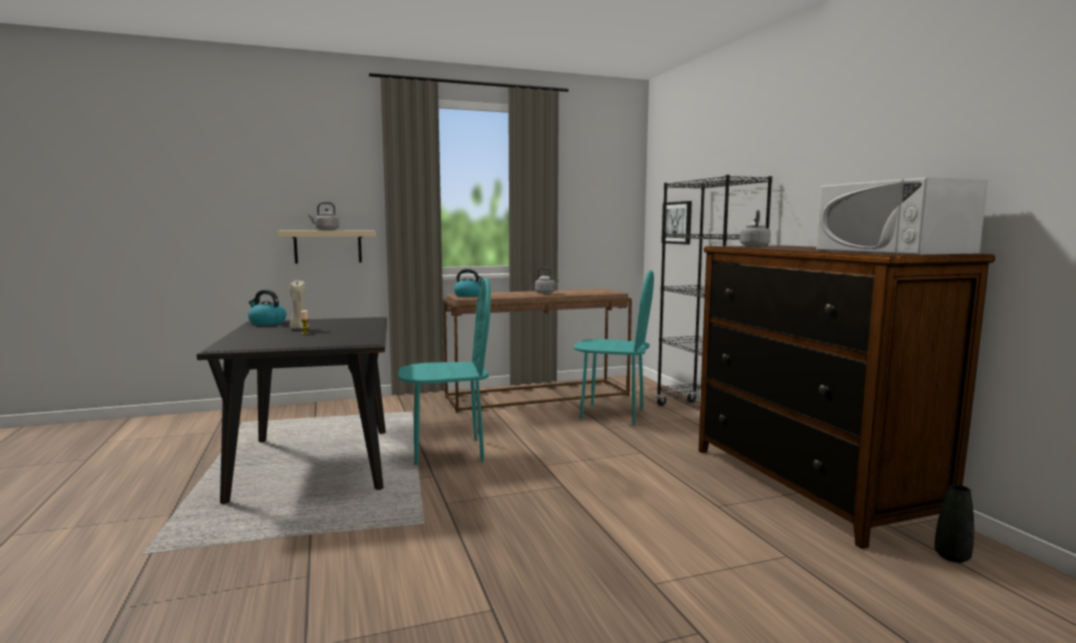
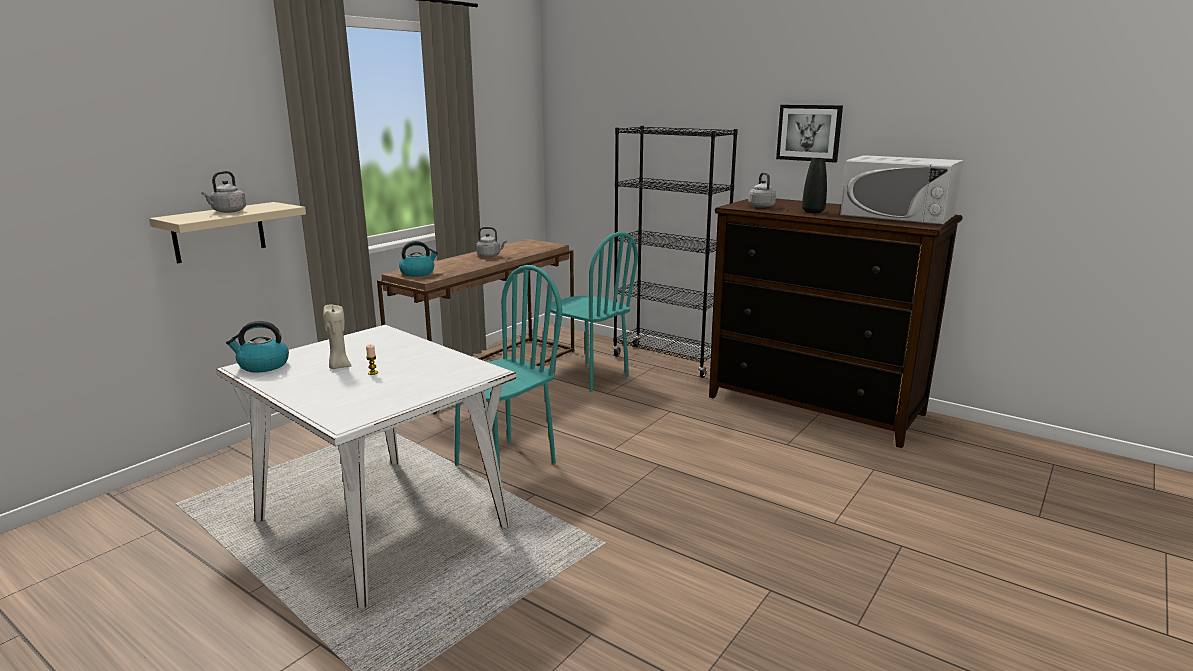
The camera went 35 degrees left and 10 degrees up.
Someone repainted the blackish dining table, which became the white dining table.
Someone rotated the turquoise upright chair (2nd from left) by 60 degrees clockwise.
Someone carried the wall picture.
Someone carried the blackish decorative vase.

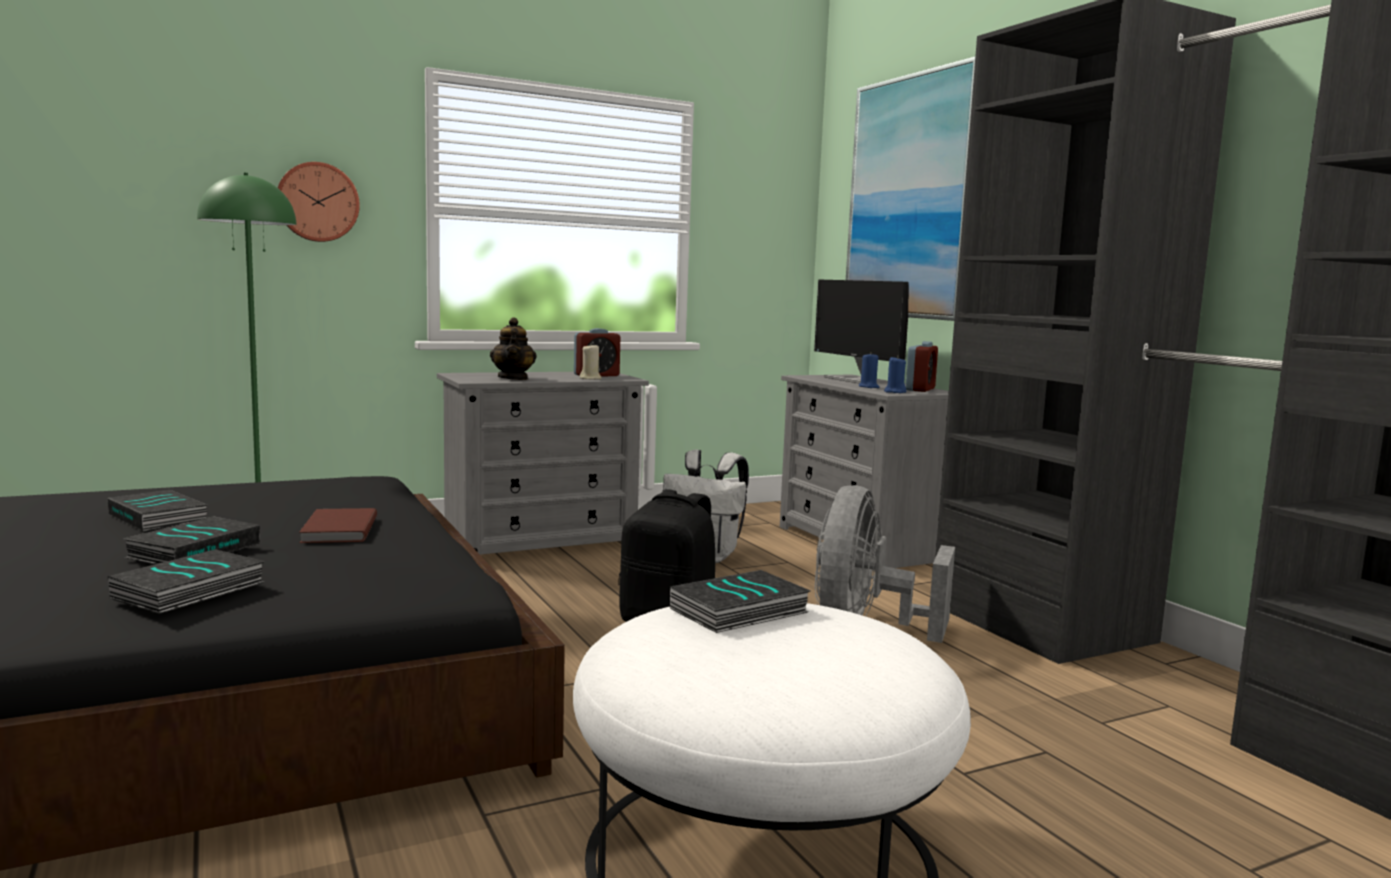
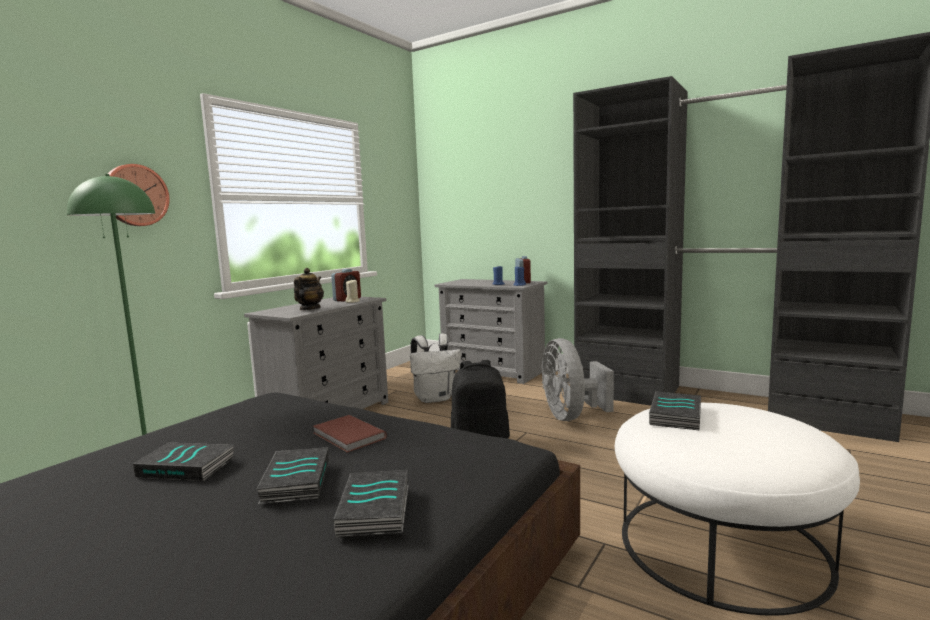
The camera went 30 degrees left and 0 degrees up.
Someone rotated the pot for tea by 120 degrees counterclockwise.
Someone took away the computer screen.
Someone took away the wall picture.

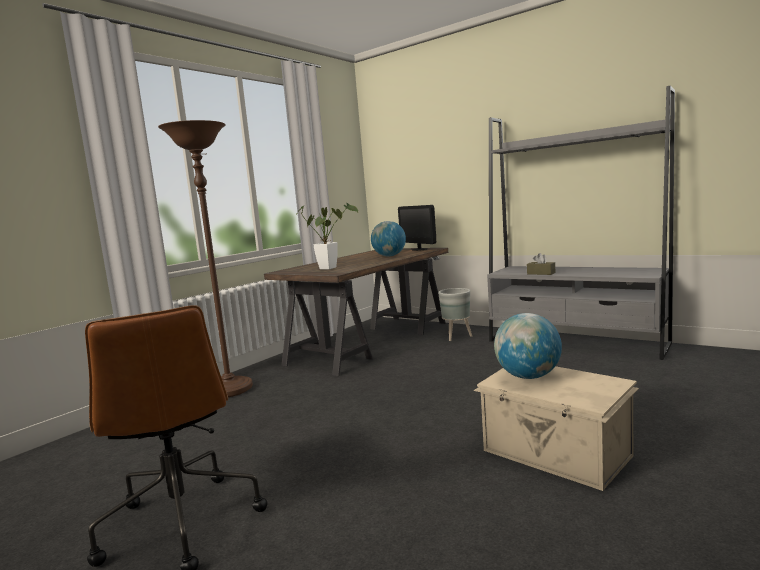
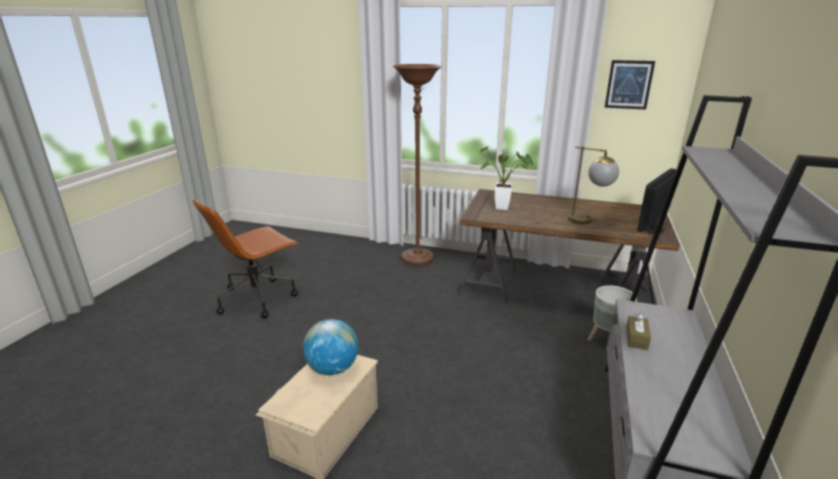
The camera went 70 degrees right and 15 degrees up.
Someone swapped the globe (1st from left) for the table lamp.
Someone put up the wall picture.

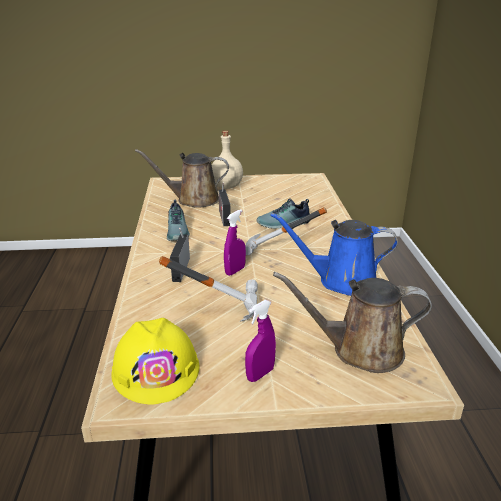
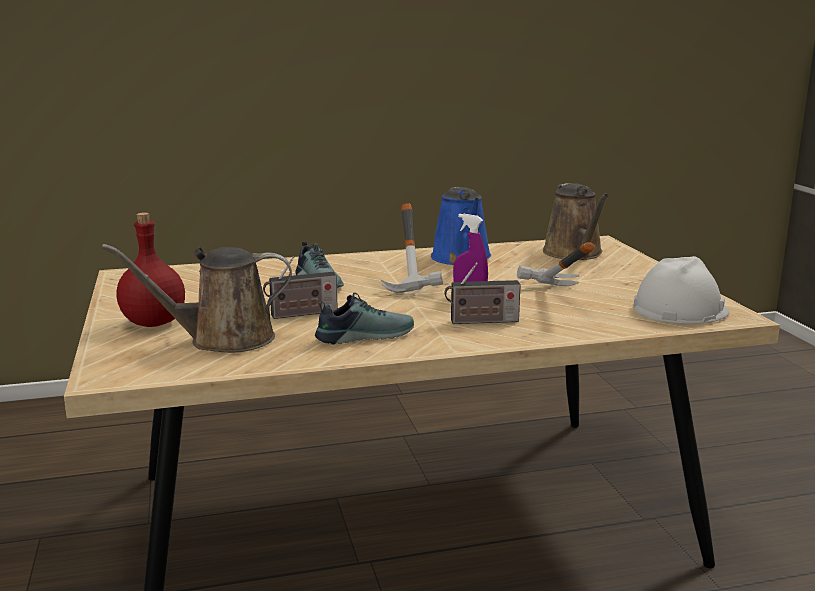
The camera went 100 degrees left and 10 degrees down.
Someone rotated the brown-coloured watering can (1st from left) by 90 degrees clockwise.
Someone repainted the beige drink bottle, which became the red drink bottle.
Someone repainted the yellow-coloured work helmet, which became the white work helmet.
Someone took away the purple-coloured sprayer (2nd from left).

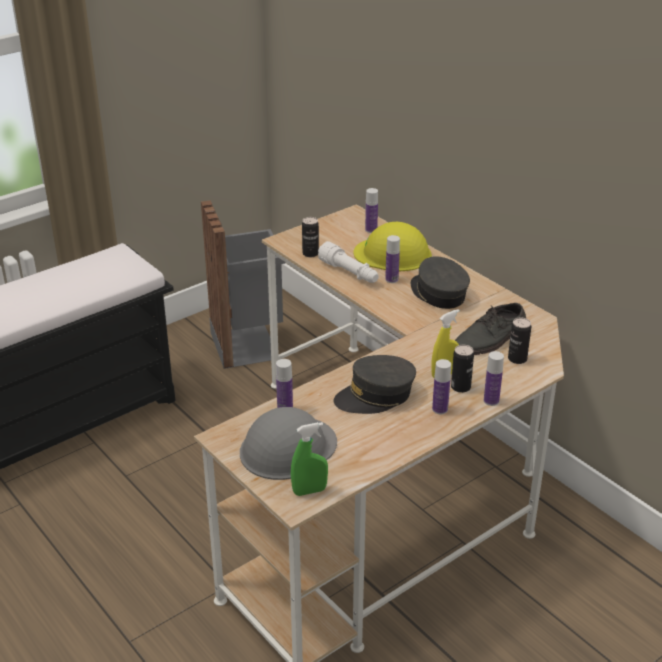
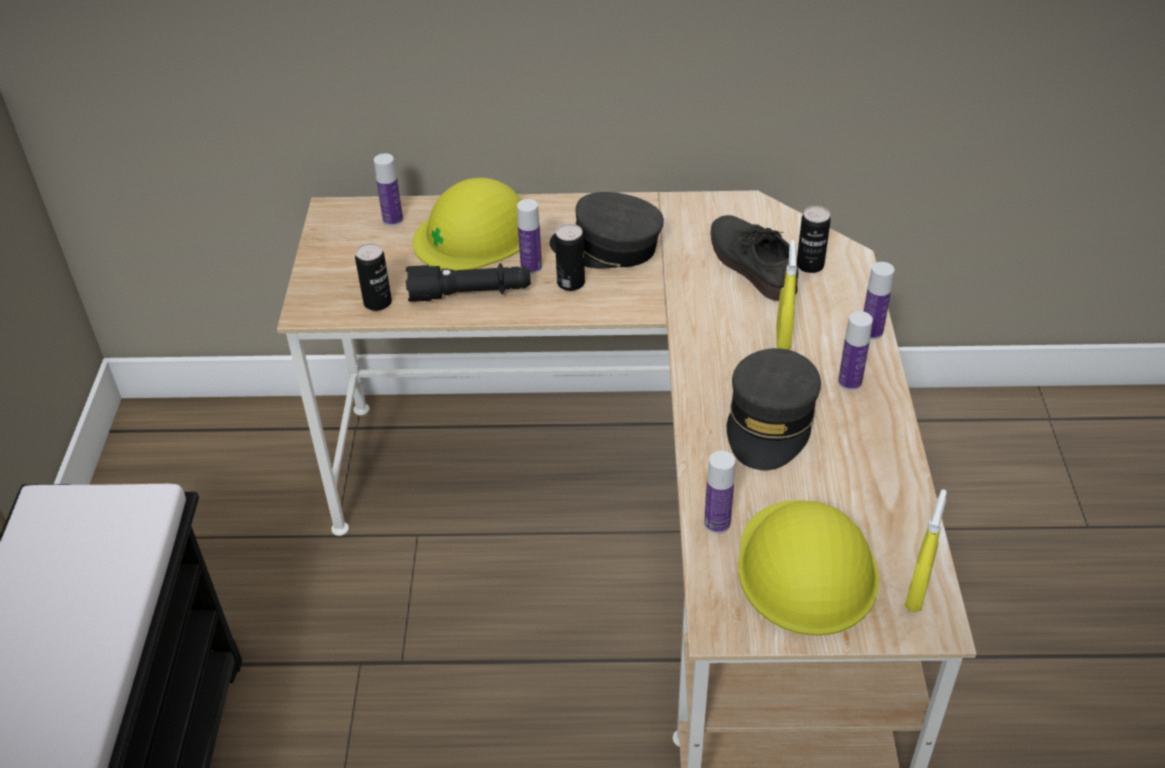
The camera went 50 degrees left and 10 degrees up.
Someone repainted the white hand torch, which became the blackish hand torch.
Someone carried the metal can (2nd from left).
Someone rotated the greyish item of footwear by 150 degrees clockwise.
Someone repainted the greyish work helmet, which became the yellow-coloured work helmet (2nd from left).
Someone repainted the green sprayer, which became the yellow-coloured sprayer (2nd from left).
Someone took away the greyish trash can.

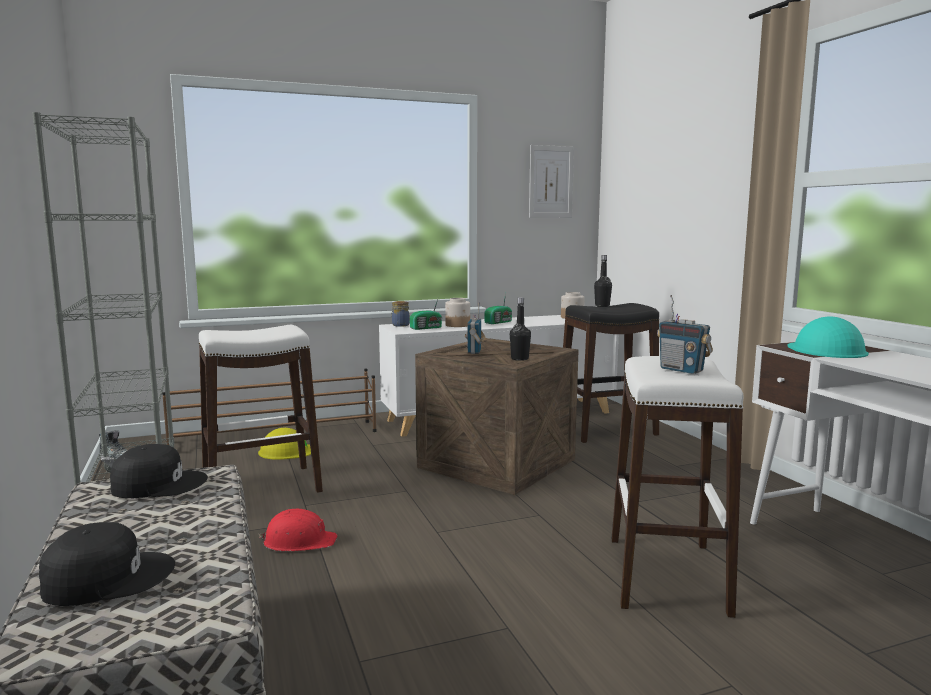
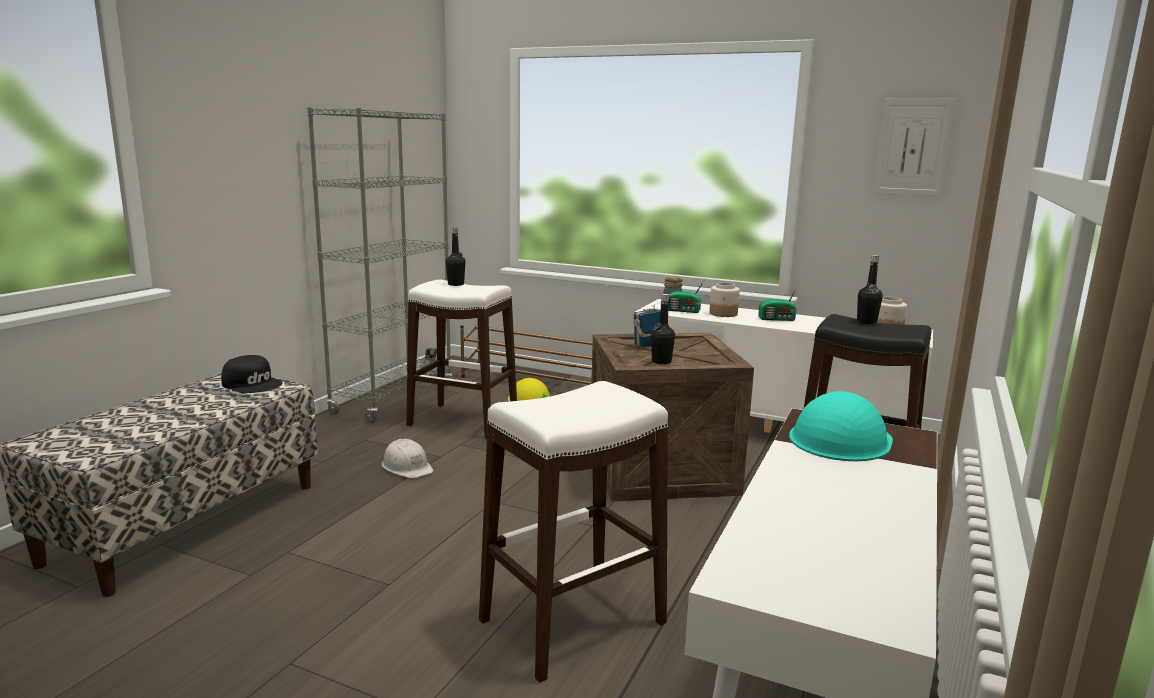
The camera went 45 degrees right and 5 degrees up.
Someone repainted the red work helmet, which became the white work helmet.
Someone put down the blackish drink bottle (1st from left).
Someone took away the blackish cap (1st from left).
Someone took away the radio receiver (4th from left).

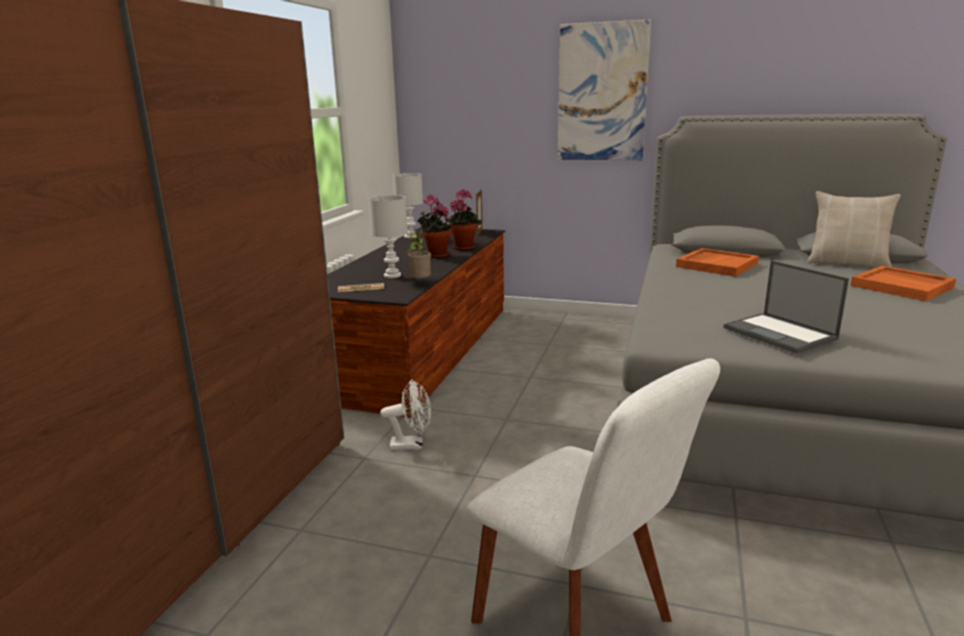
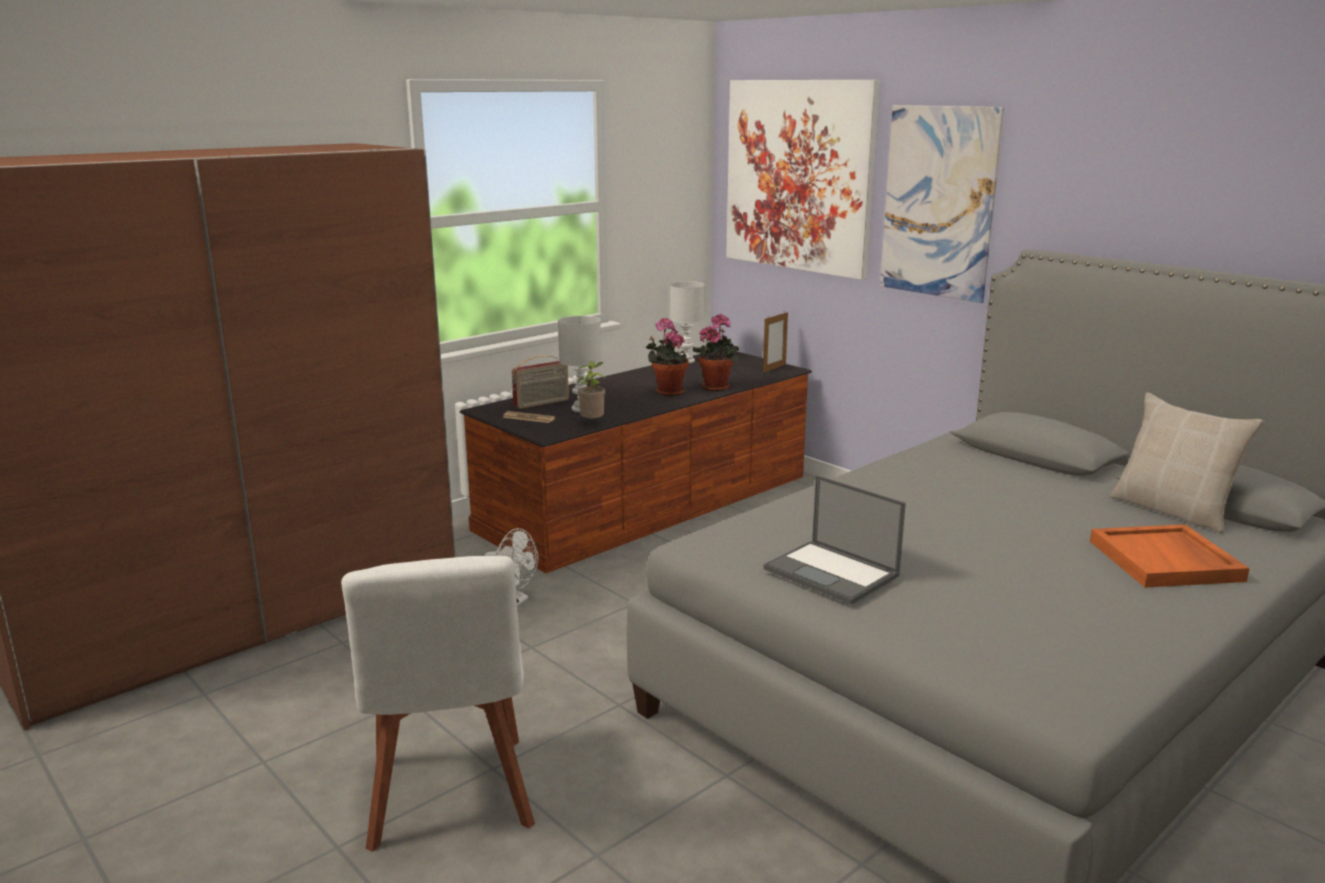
The camera went 30 degrees right and 0 degrees up.
Someone put down the radio receiver.
Someone put up the wall picture (1st from left).
Someone rotated the notebook computer by 45 degrees counterclockwise.
Someone took away the orange serving tray (1st from left).

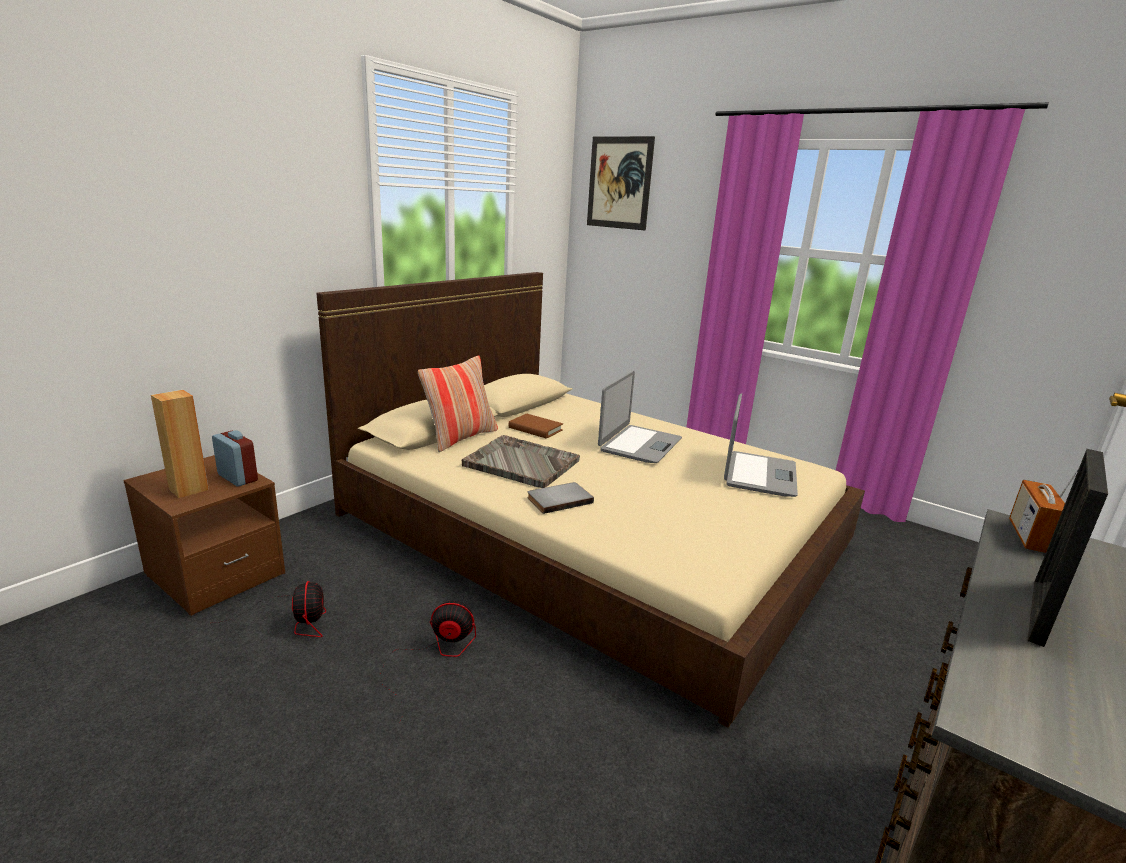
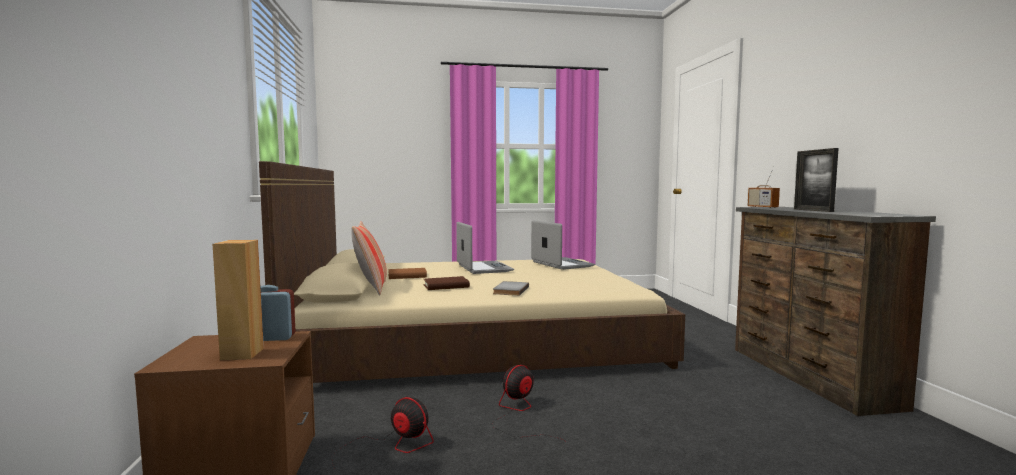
The camera went 45 degrees left and 15 degrees down.
Someone swapped the greyish serving tray for the brown-coloured volume (2nd from left).
Someone took away the wall picture.

